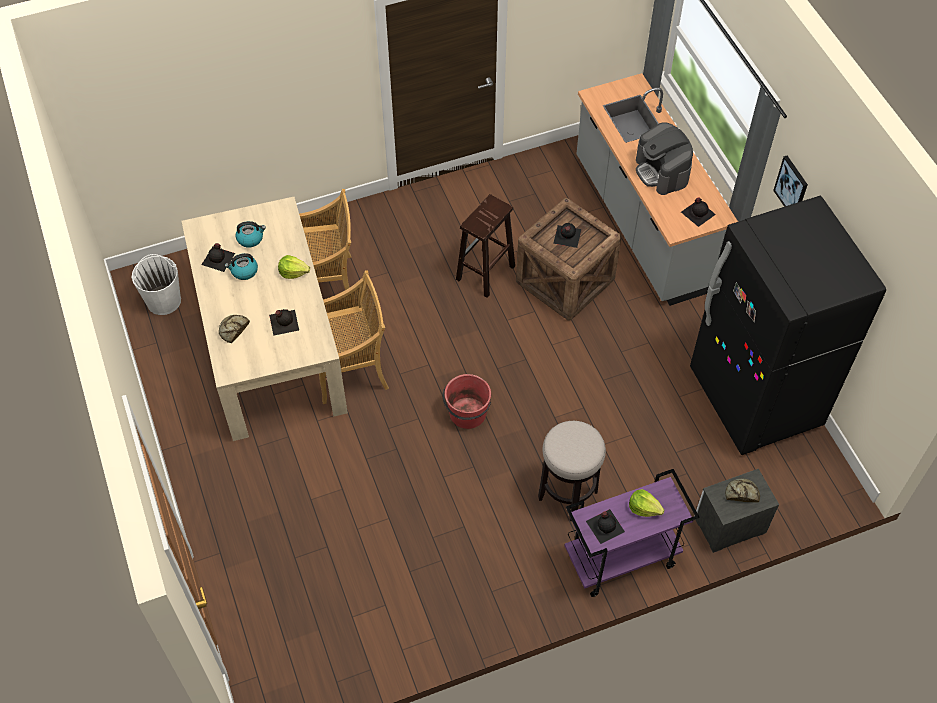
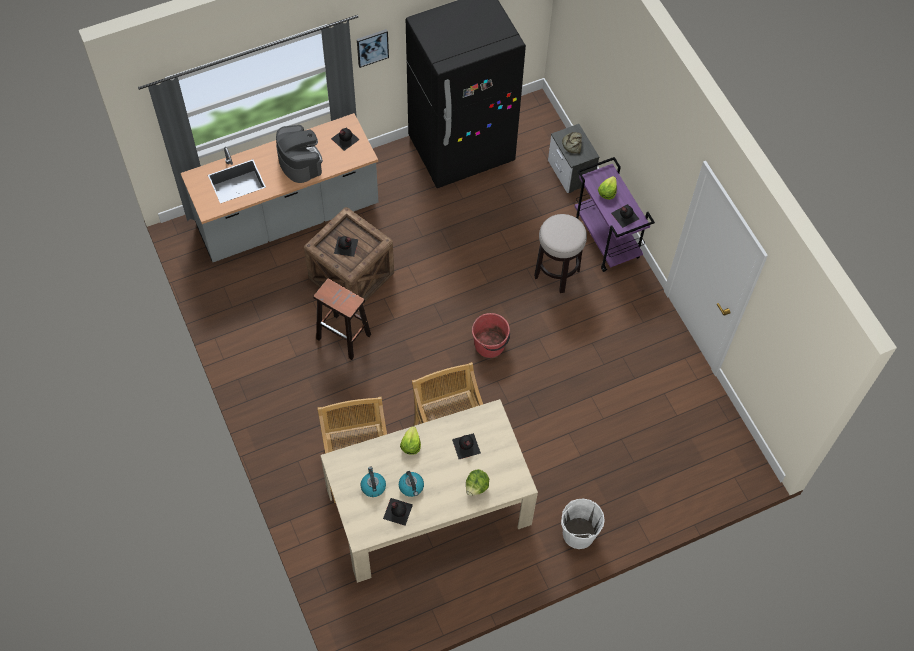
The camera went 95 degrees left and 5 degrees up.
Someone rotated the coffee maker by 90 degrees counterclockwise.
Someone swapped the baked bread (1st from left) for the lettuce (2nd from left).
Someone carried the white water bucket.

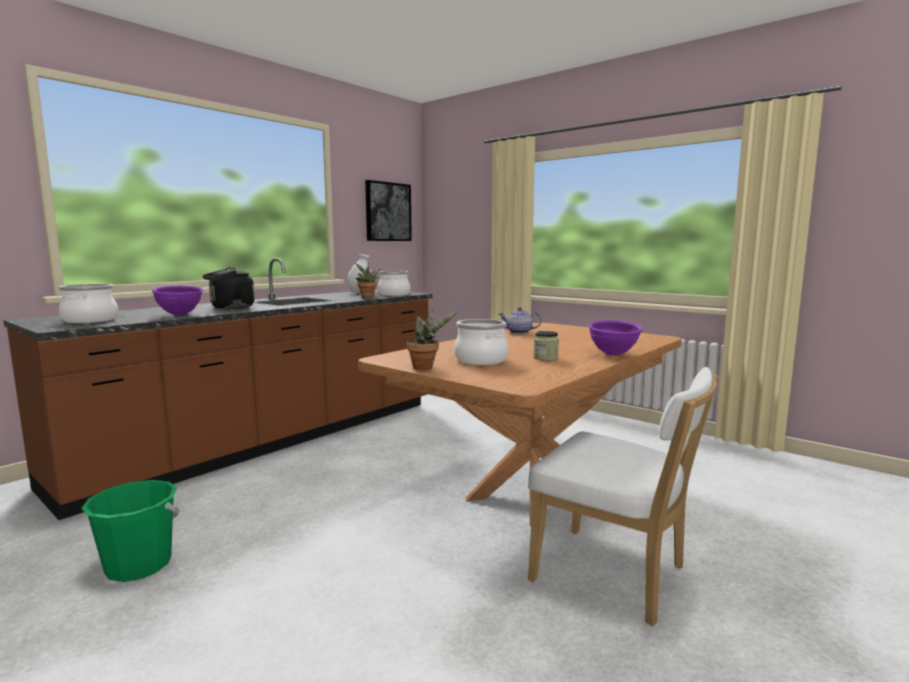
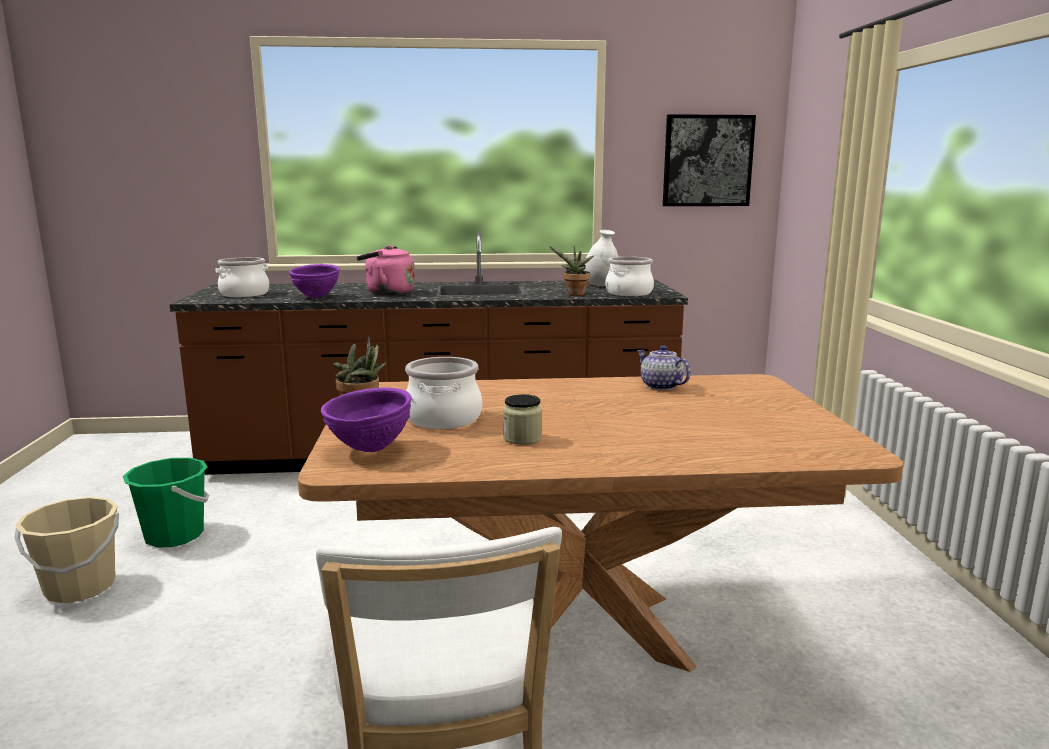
The camera went 45 degrees right and 5 degrees up.
Someone put down the beige water bucket.
Someone carried the purple-coloured bowl (2nd from left).
Someone repainted the blackish tea kettle, which became the pinkish tea kettle.

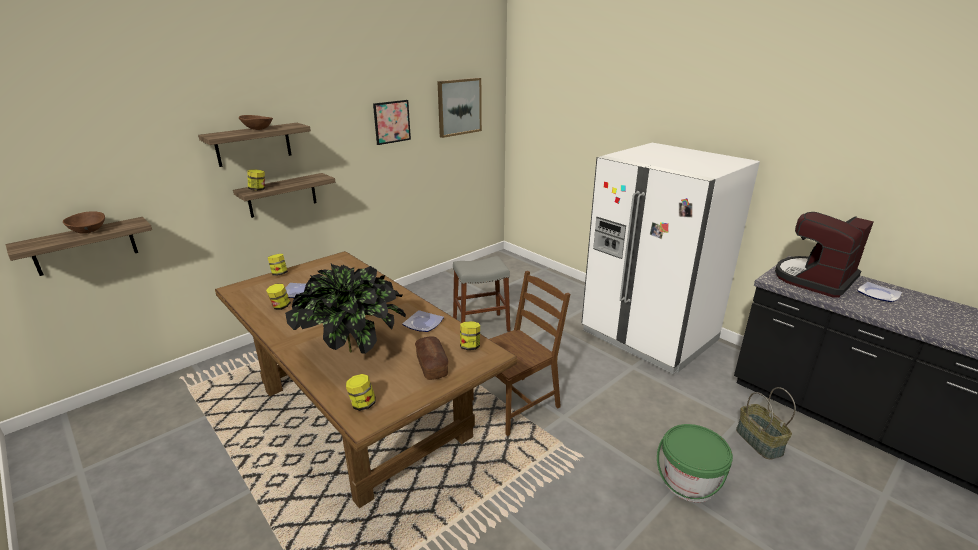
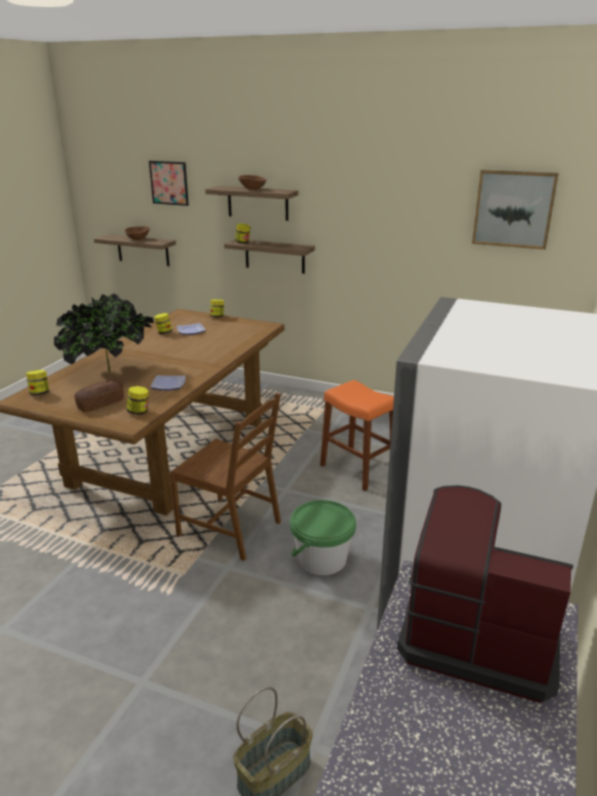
The camera went 65 degrees right and 0 degrees up.
Someone carried the wall picture (1st from left).
Someone carried the green water bucket.
Someone repainted the greyish stool, which became the orange stool.
Someone took away the flat dish (3rd from left).

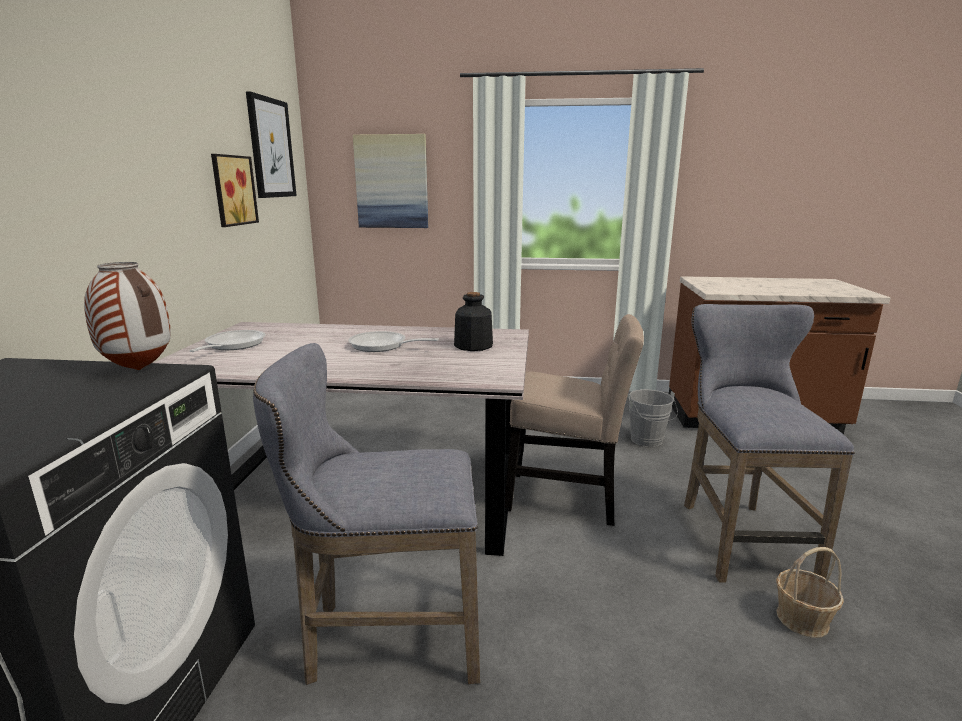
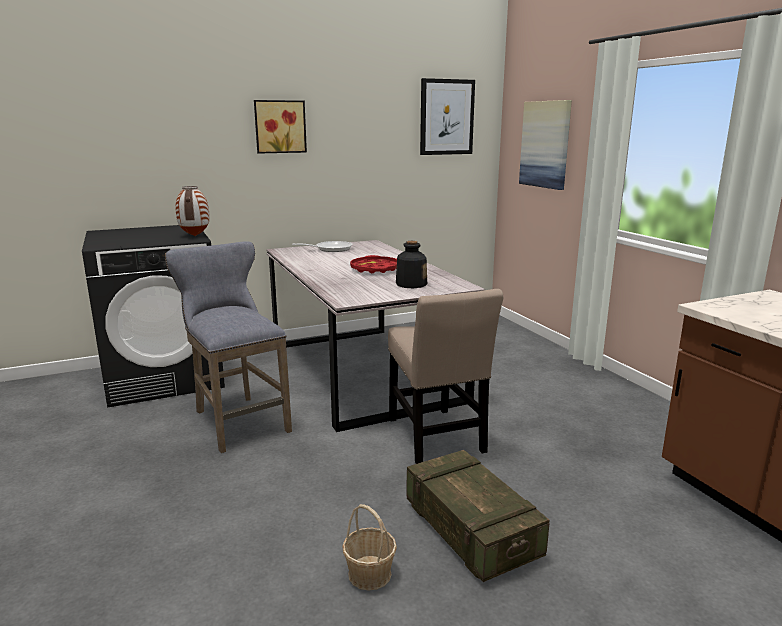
The camera went 60 degrees right and 0 degrees up.
Someone carried the wall picture (1st from left).
Someone swapped the frying pan (2nd from left) for the red serving tray.
Someone swapped the greyish stool (2nd from left) for the crate.
Someone took away the greyish water bucket.

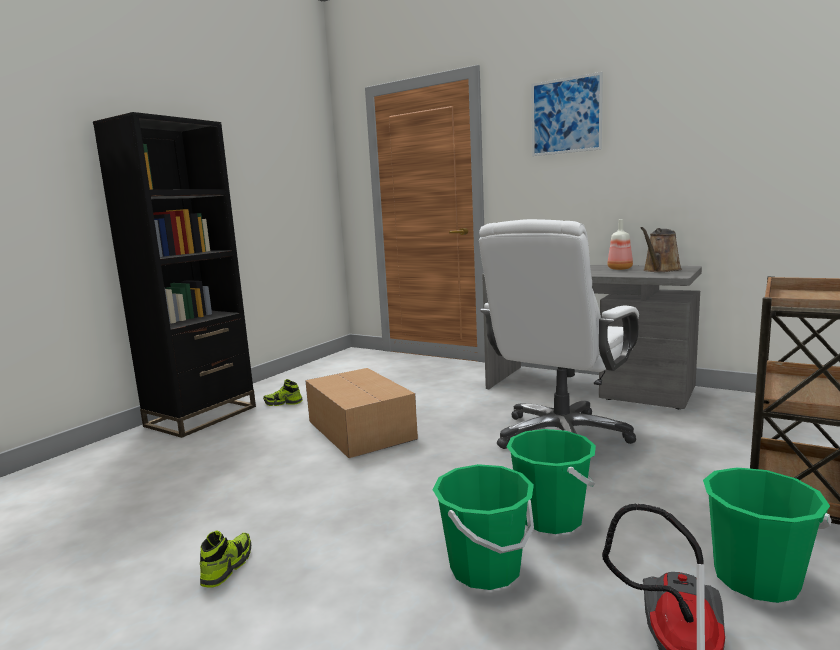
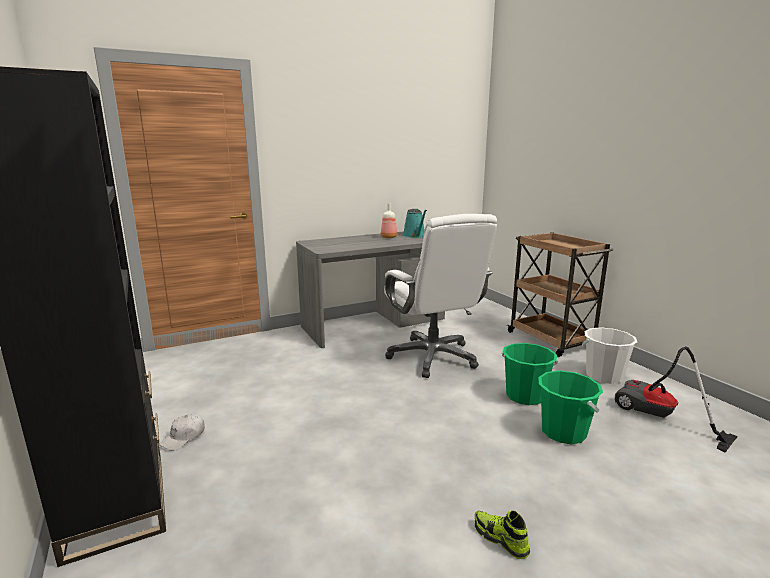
The camera went 60 degrees left and 5 degrees up.
Someone swapped the item of footwear (2nd from left) for the white cap.
Someone repainted the brown-coloured watering can, which became the turquoise watering can.
Someone repainted the green water bucket (3rd from left), which became the white water bucket.
Someone took away the packing box.
Someone took away the wall picture.

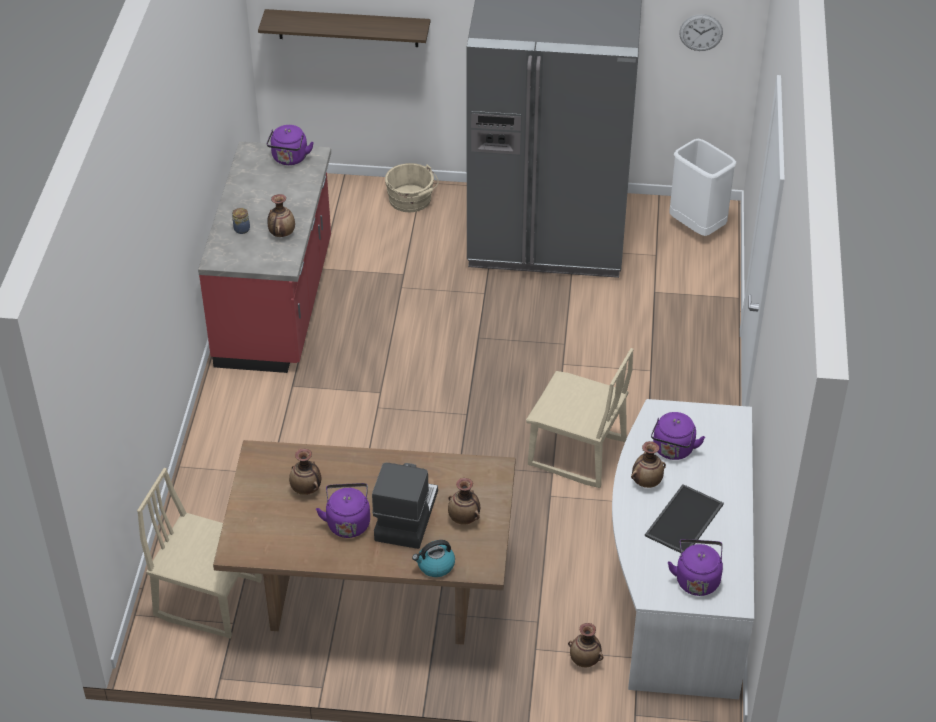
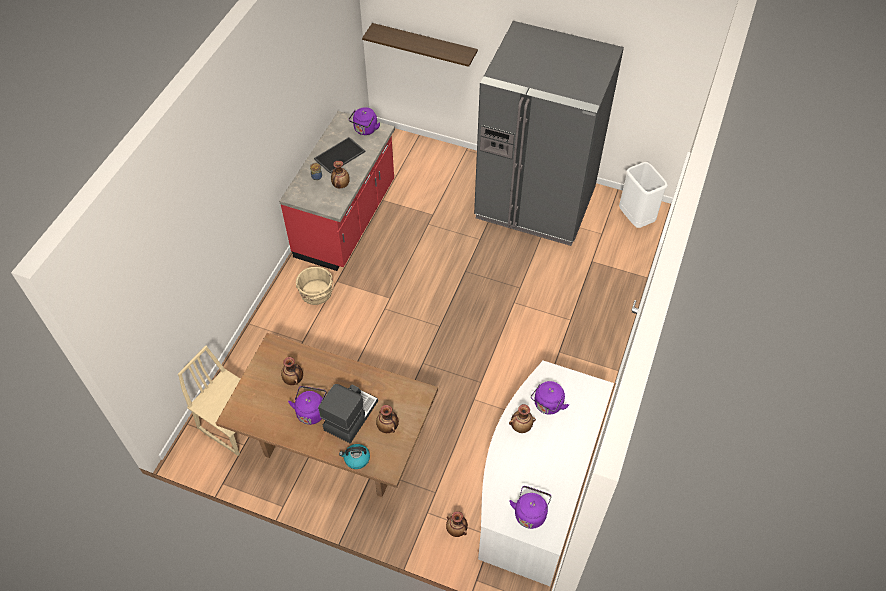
The camera went 15 degrees right and 10 degrees up.
Someone carried the beige water bucket.
Someone carried the serving tray.
Someone took away the beige upright chair (2nd from left).
Someone took away the hanging clock.

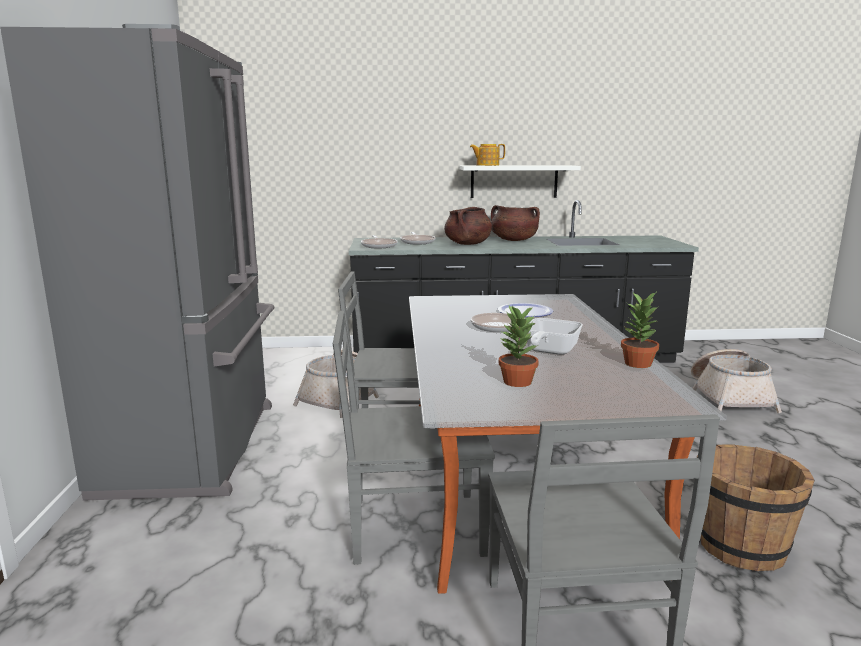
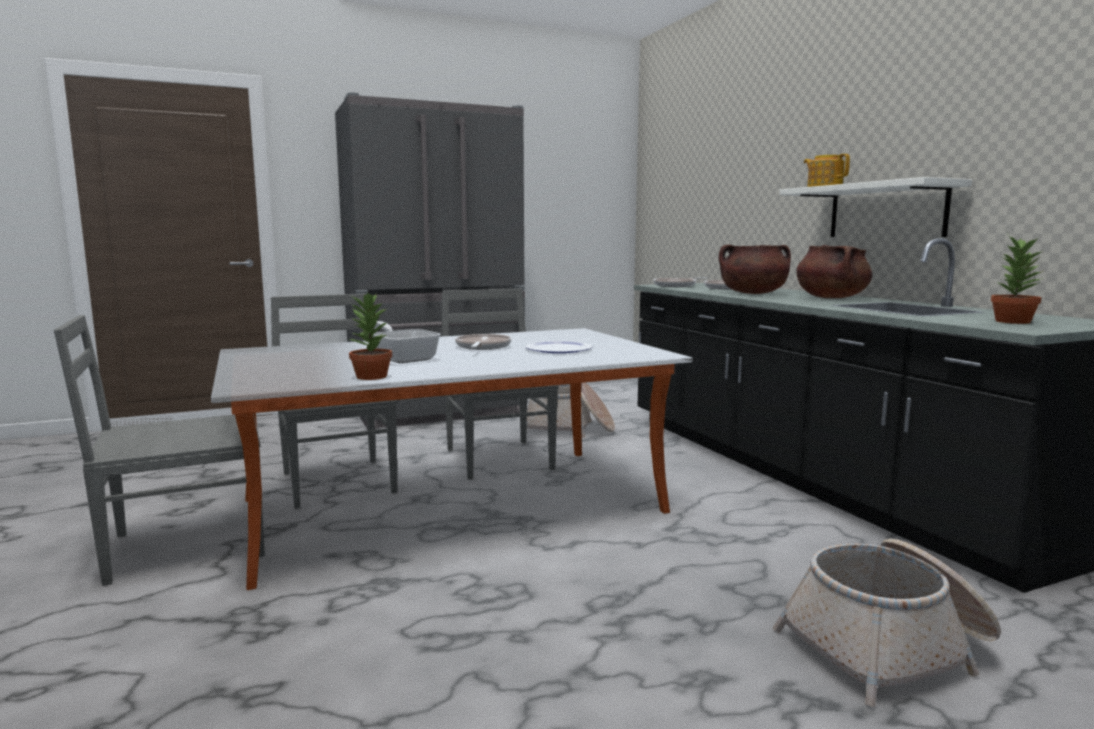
The camera went 70 degrees right and 5 degrees down.
Someone rotated the frying pan (4th from left in the first image) by 45 degrees clockwise.
Someone carried the potted plant (1st from left in the first image).
Someone took away the brown-coloured water bucket.

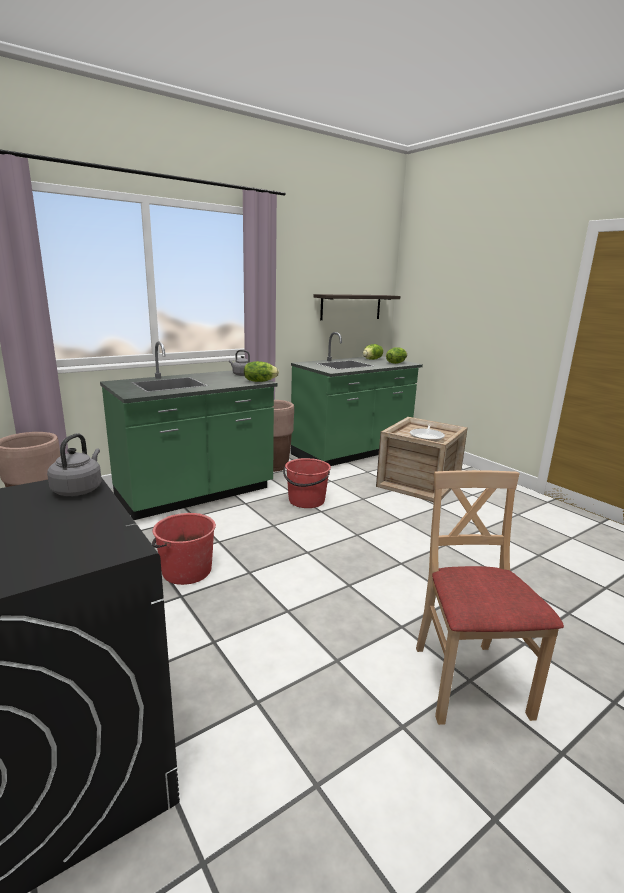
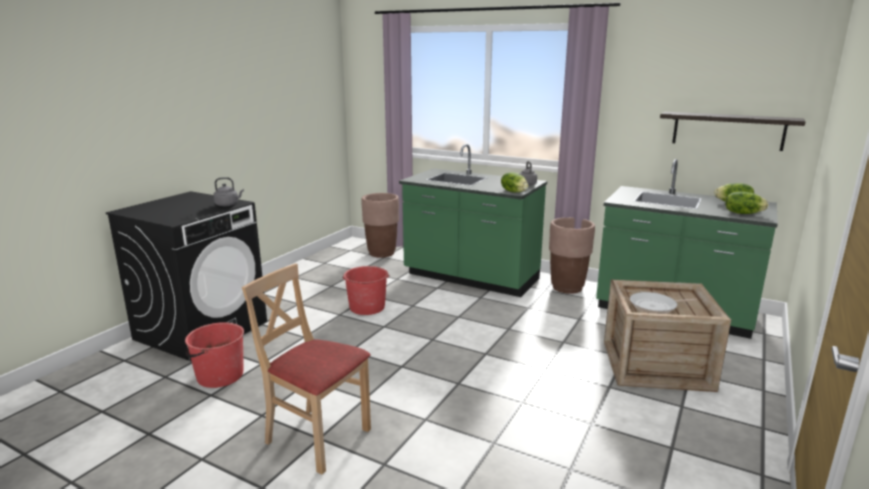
The camera went 65 degrees right and 0 degrees up.
Someone carried the red water bucket (2nd from left in the first image).
Someone rotated the beige upright chair by 120 degrees counterclockwise.

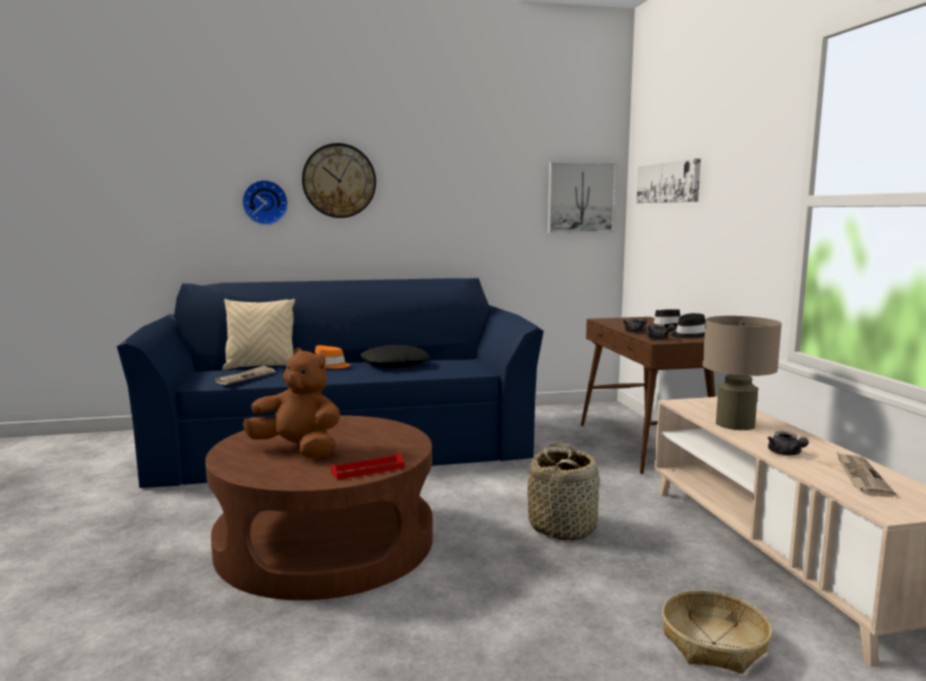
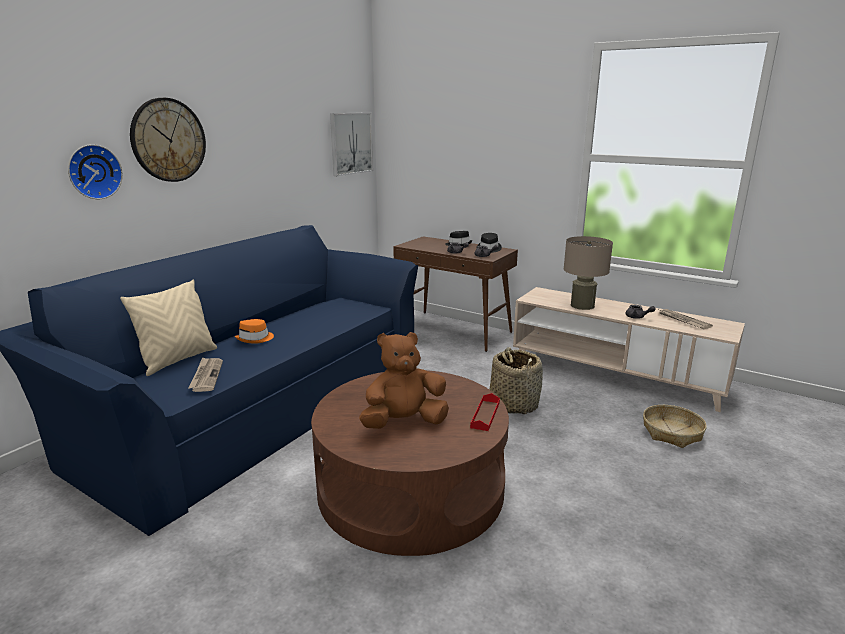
The camera went 45 degrees left and 10 degrees up.
Someone took away the blackish pillow.
Someone took away the wall picture (2nd from left).

